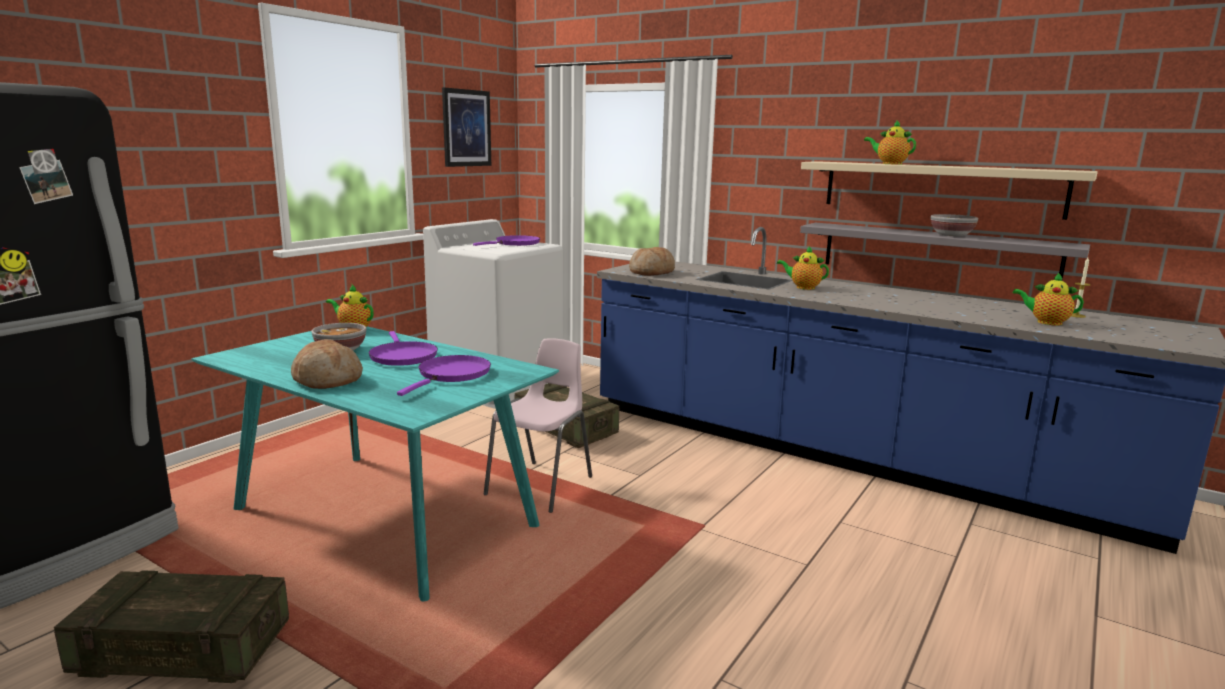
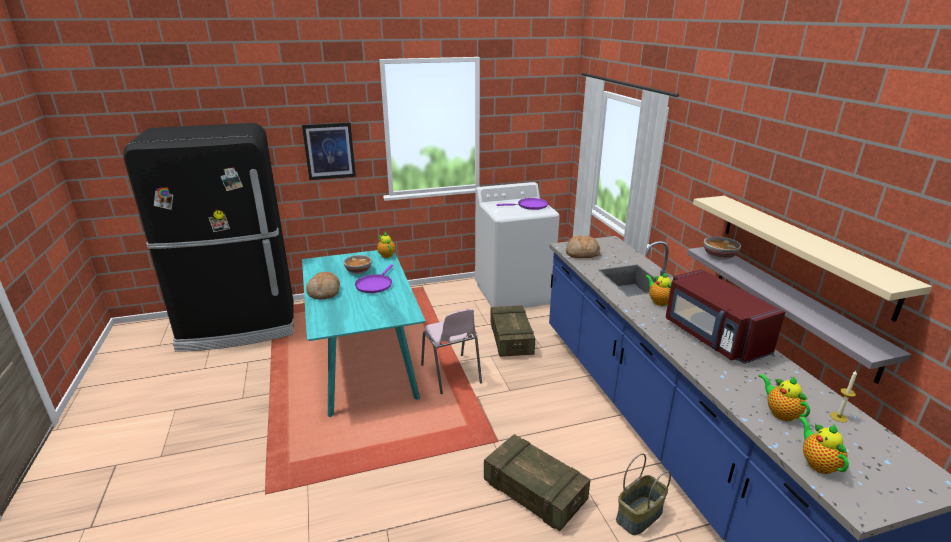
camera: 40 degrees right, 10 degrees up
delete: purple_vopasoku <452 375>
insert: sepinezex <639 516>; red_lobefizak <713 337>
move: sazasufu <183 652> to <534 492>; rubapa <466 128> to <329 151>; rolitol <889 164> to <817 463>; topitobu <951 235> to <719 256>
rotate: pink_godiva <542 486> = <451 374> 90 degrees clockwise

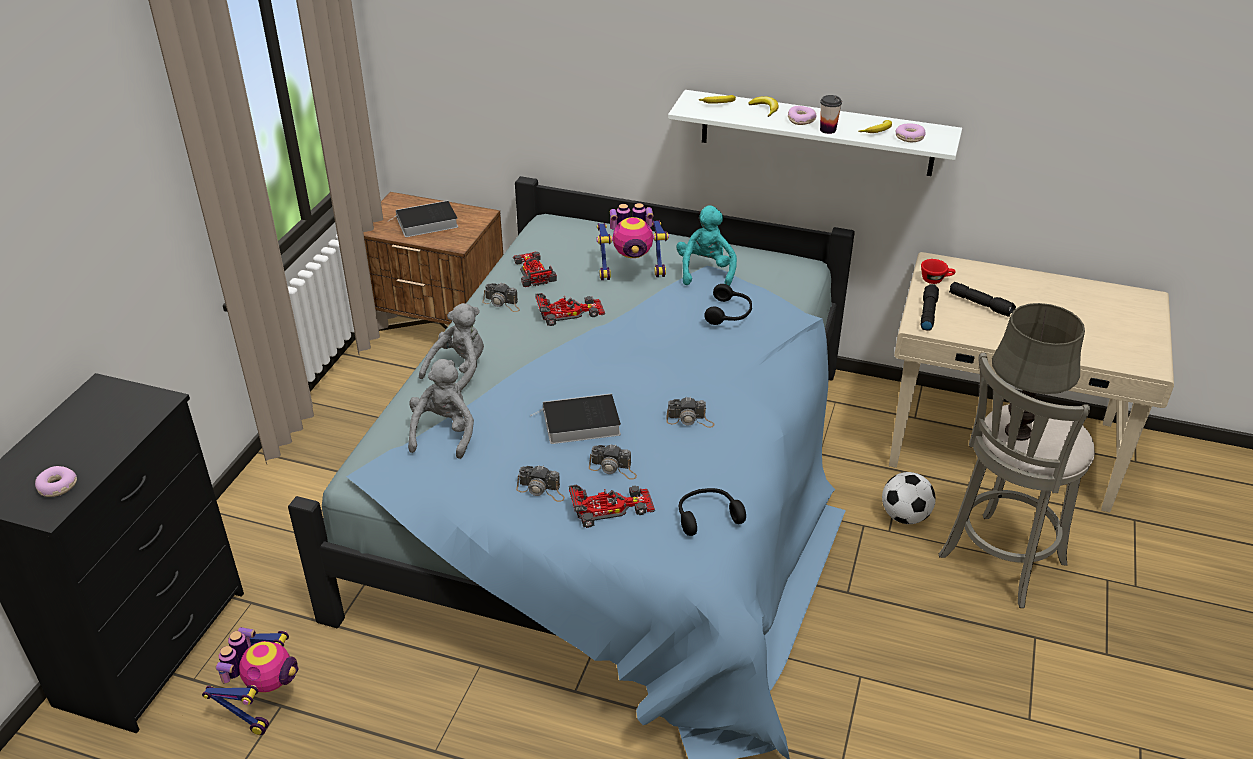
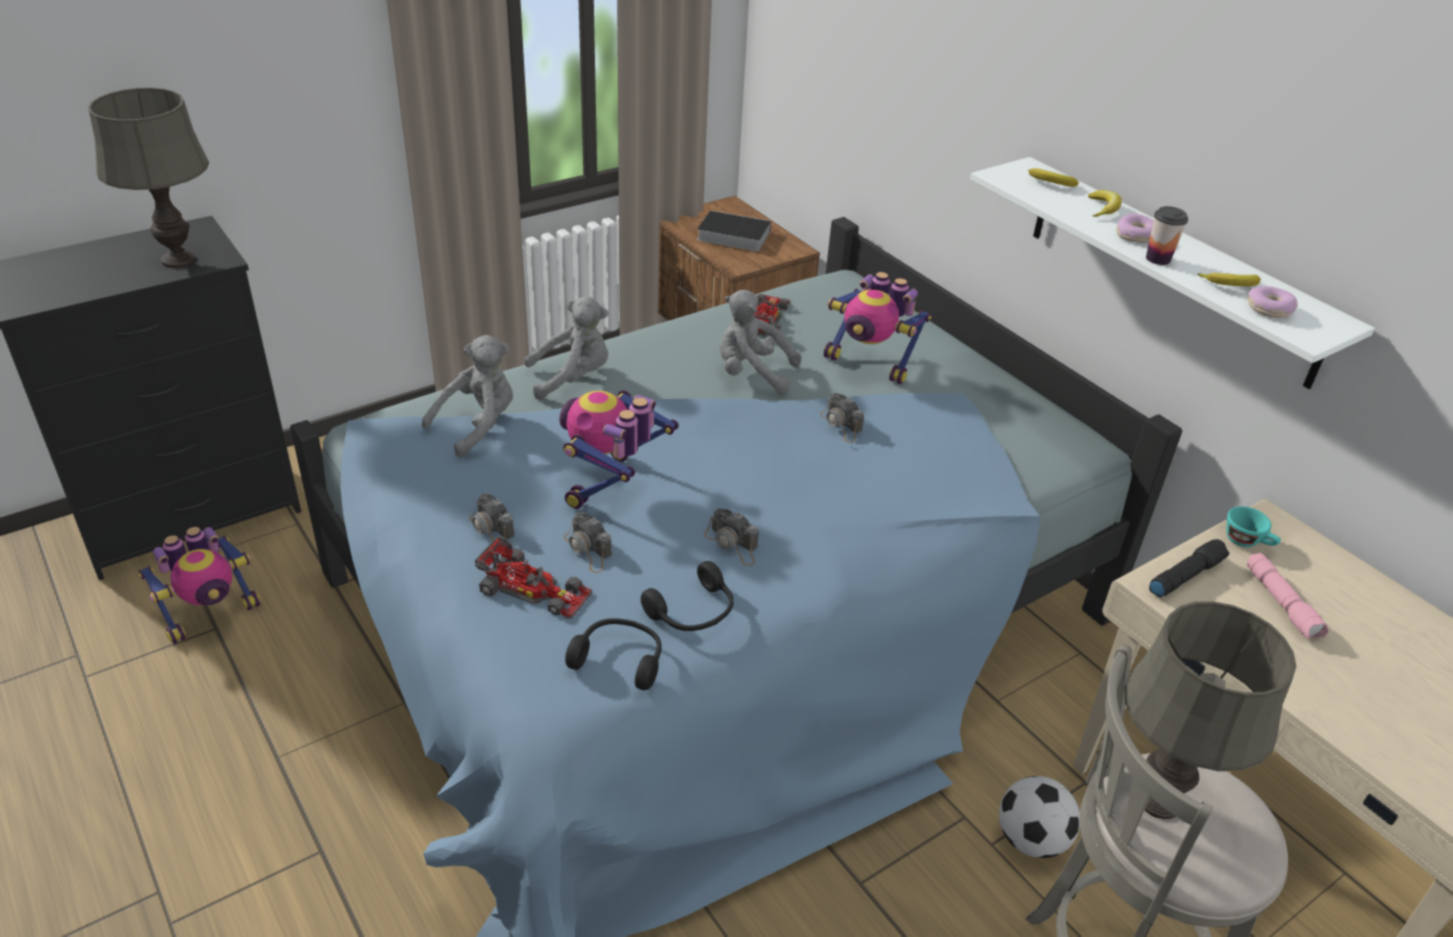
camera: 35 degrees right, 0 degrees up
delete: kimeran <57 487>; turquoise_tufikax <705 271>
insert: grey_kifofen <179 260>
move: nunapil <502 303> to <841 425>; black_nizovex <729 313> to <693 613>
replace: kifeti <579 424> to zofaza <612 485>; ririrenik <570 312> to grey_tufikax <752 374>
recolor: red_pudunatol <936 280> to turquoise_pudunatol <1247 542>; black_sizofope <981 304> to pink_sizofope <1282 604>

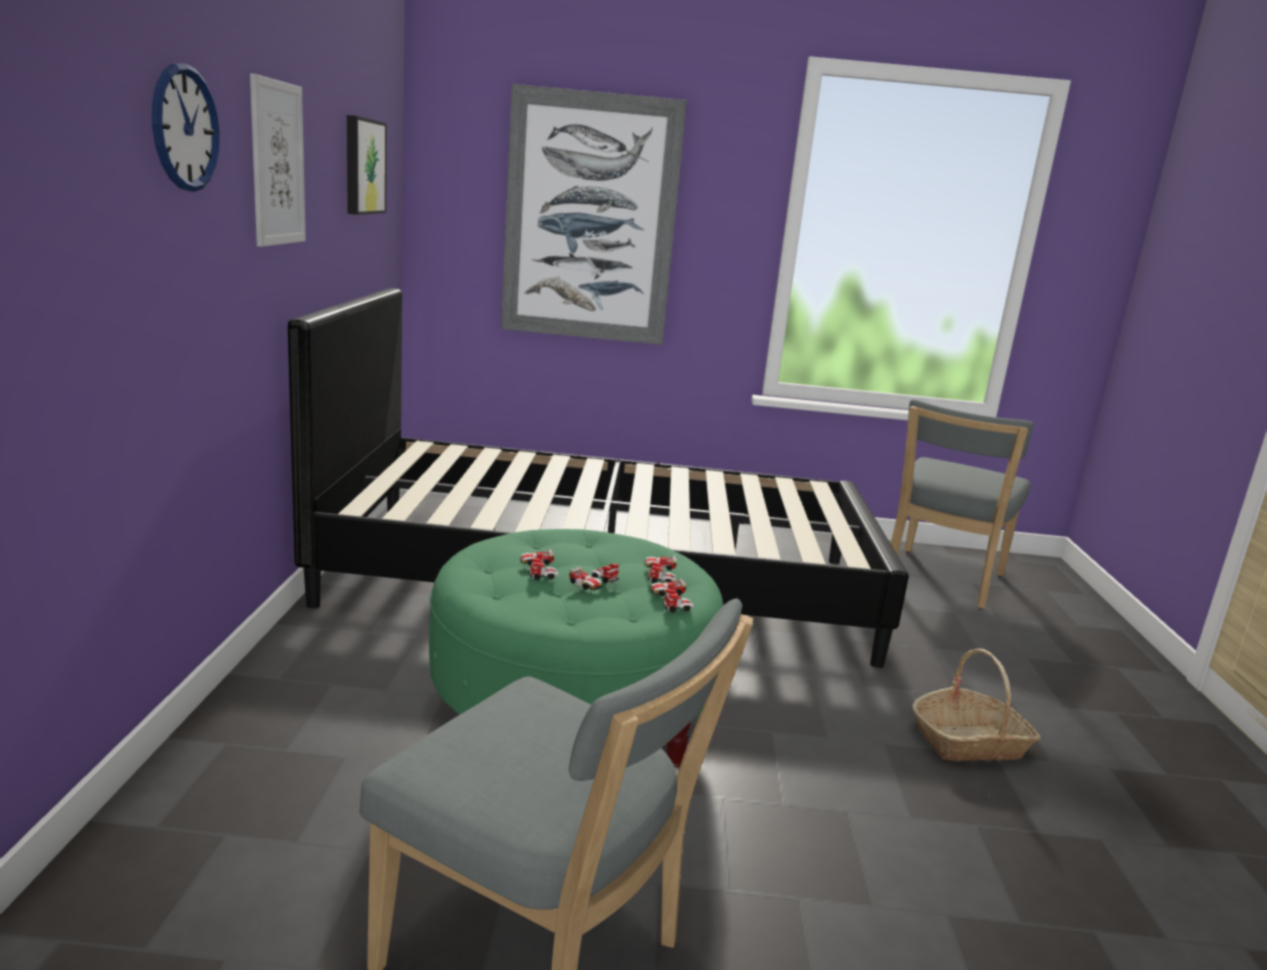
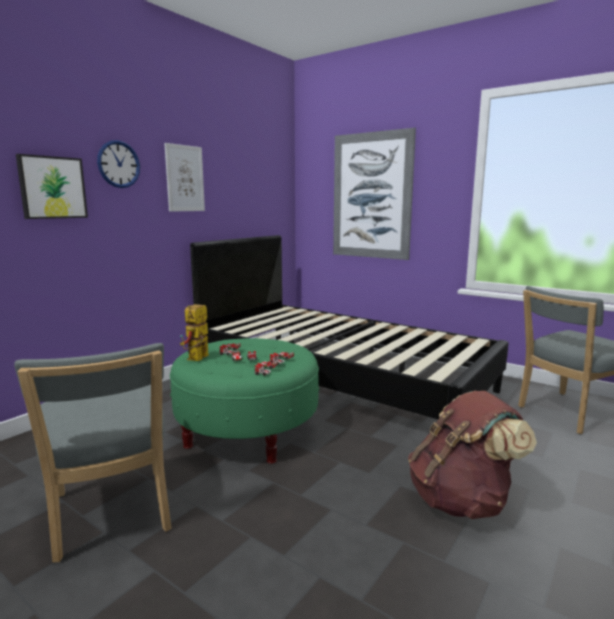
camera: 35 degrees right, 5 degrees down
insert: zofaza <197 359>
move: rubapa <362 166> to <52 187>
replace: sepinezex <969 742> to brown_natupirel <461 500>

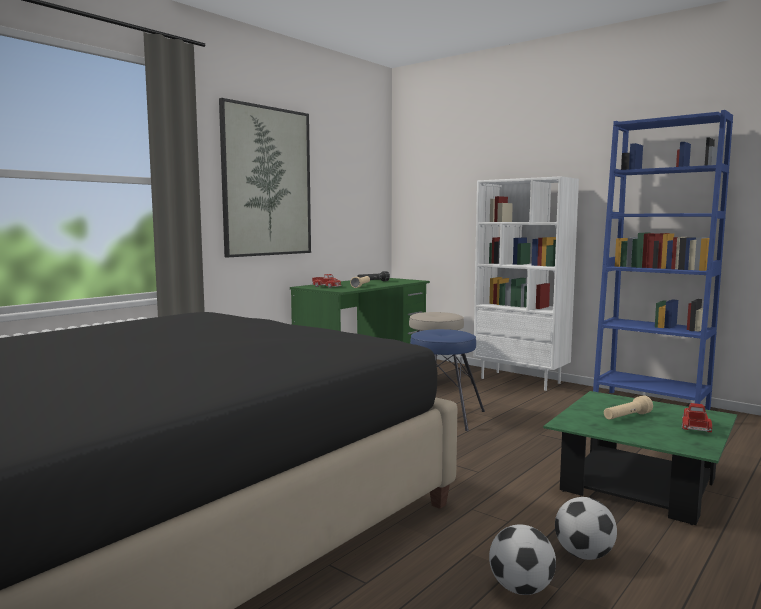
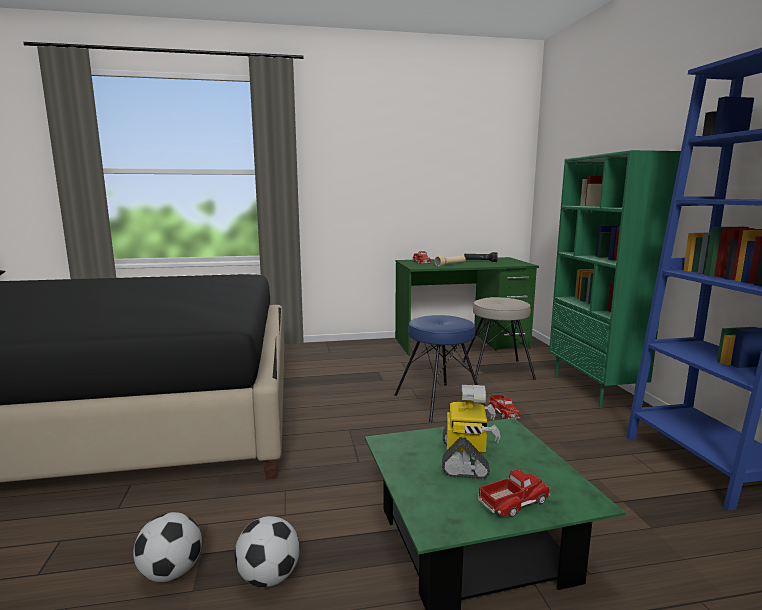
camera: 40 degrees right, 5 degrees up
delete: rubapa <267 182>
insert: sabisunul <504 412>
replace: beige_sizofope <626 417> to zofaza <466 459>
recolor: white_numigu <521 380> to green_numigu <594 389>

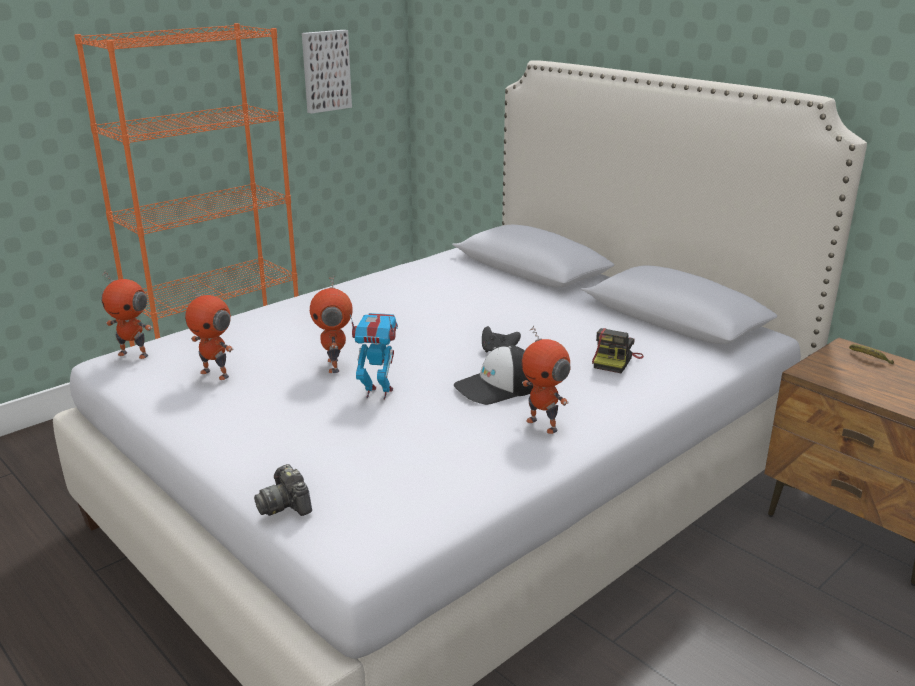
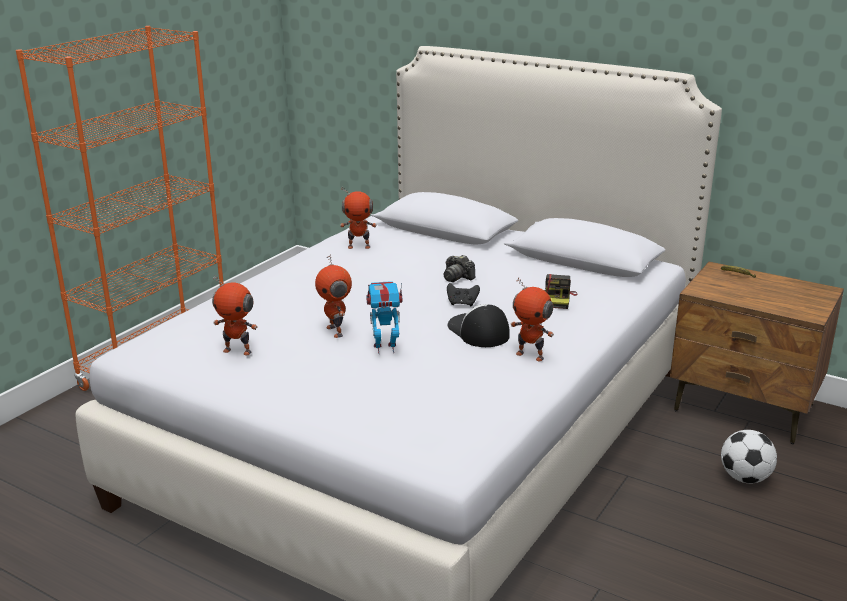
camera: 15 degrees left, 0 degrees up
delete: rubapa <325 71>
insert: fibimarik <745 478>
move: zofaza <134 354> to <359 246>; nunapil <285 505> to <457 277>
rotate: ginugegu <497 387> = <478 331> 105 degrees clockwise

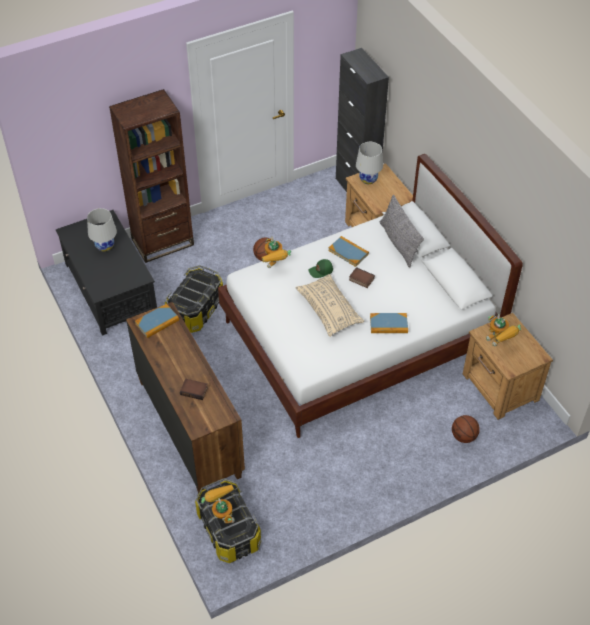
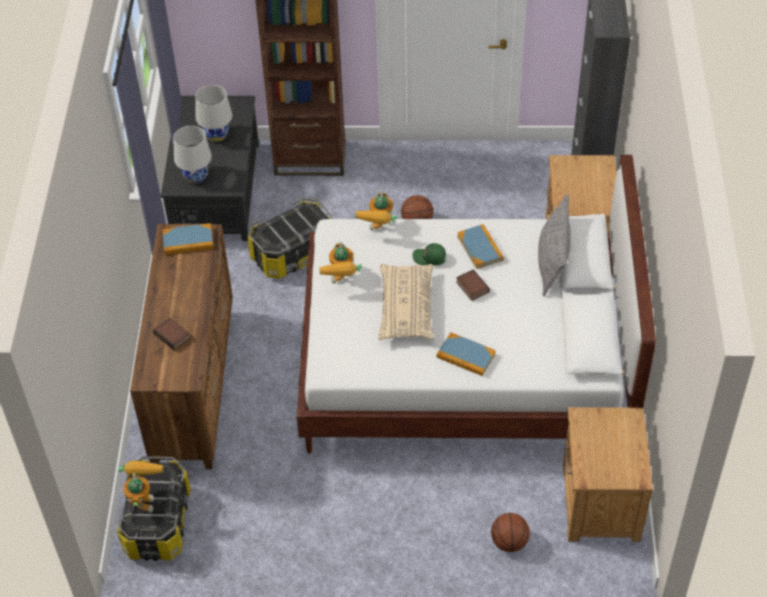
camera: 30 degrees right, 0 degrees up
move: white_kifofen <368 179> to <196 176>; zofaza <499 343> to <341 281>

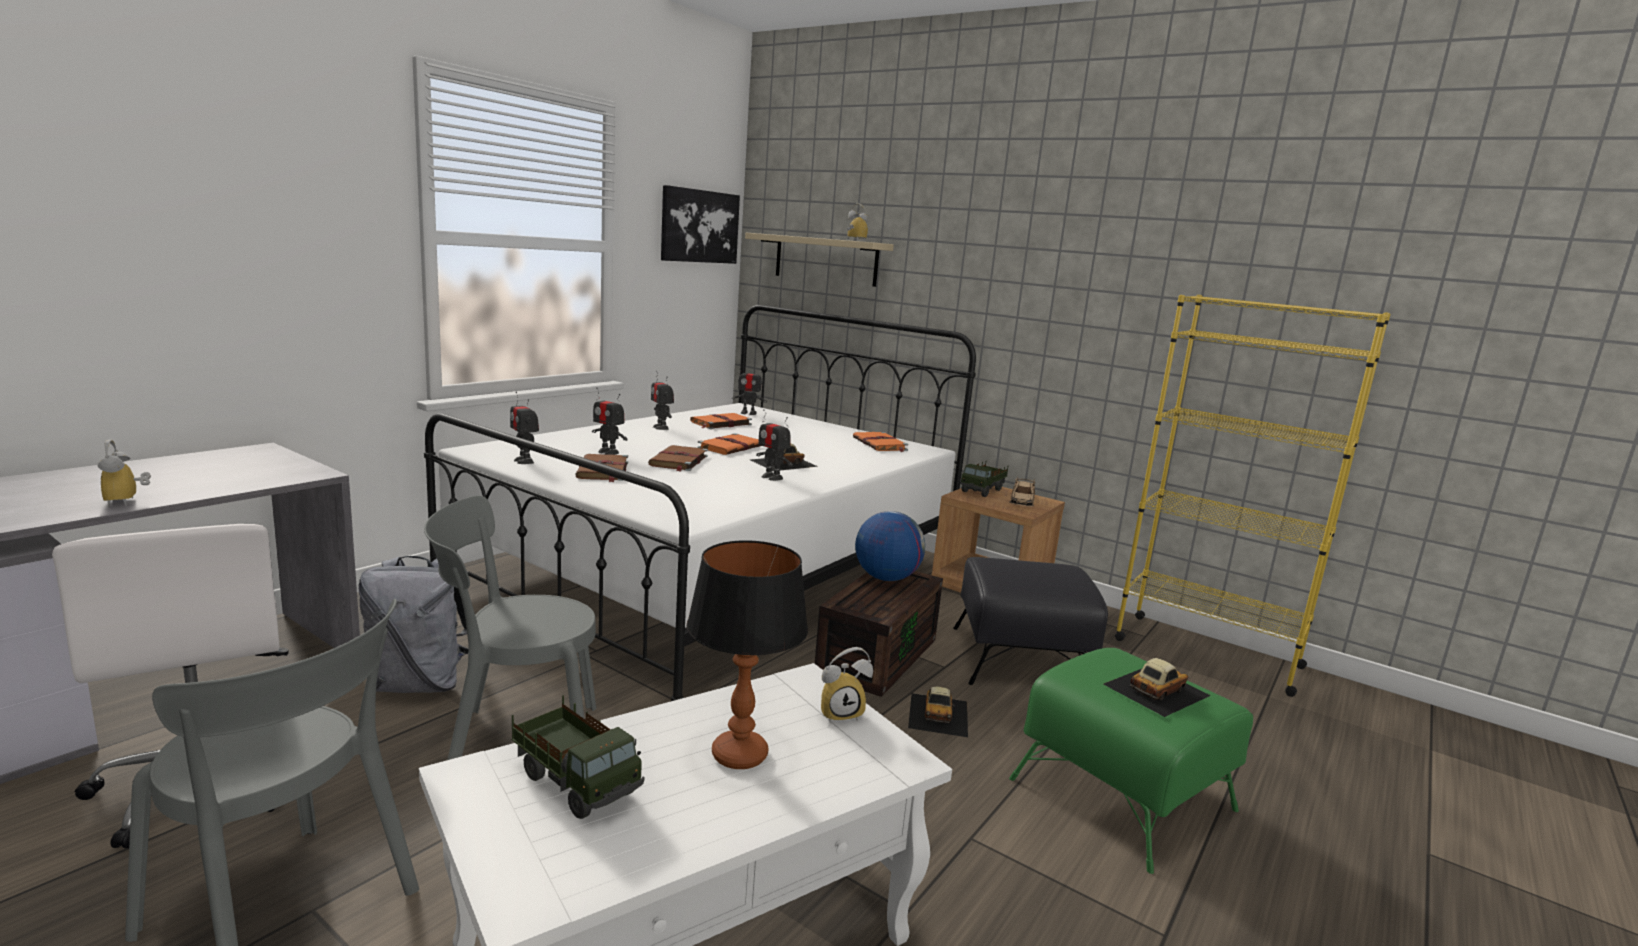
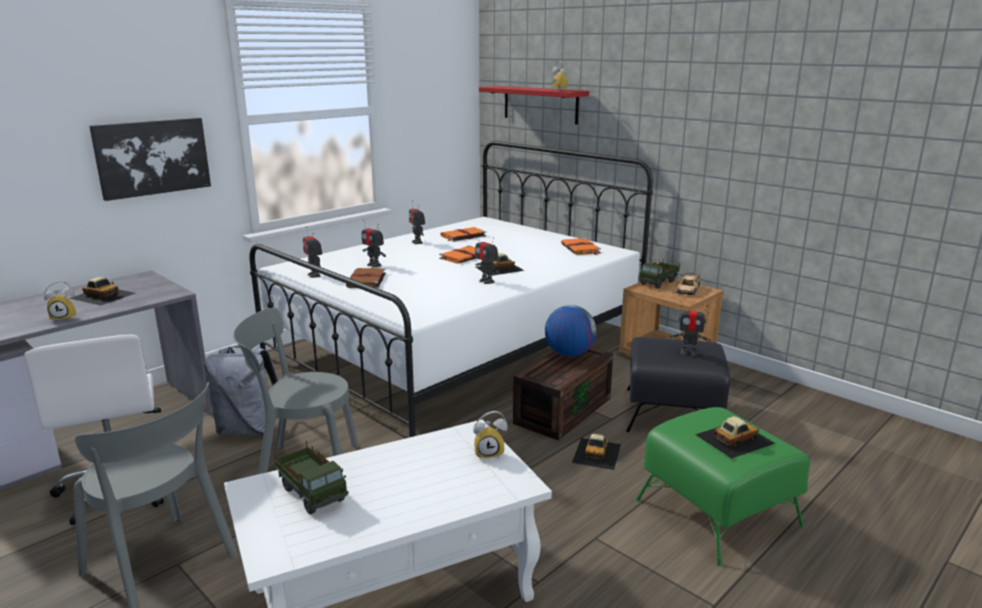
camera: 10 degrees right, 5 degrees up
delete: brown_kifeti <678 461>; kifofen <740 755>; yellow_numigu <1206 653>
insert: ririrenik <102 295>
move: rubapa <699 226> to <152 157>; zofaza <748 413> to <689 352>
recolor: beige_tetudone <826 260> to red_tetudone <540 104>
rotate: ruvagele <128 501> = <65 318> 90 degrees counterclockwise

